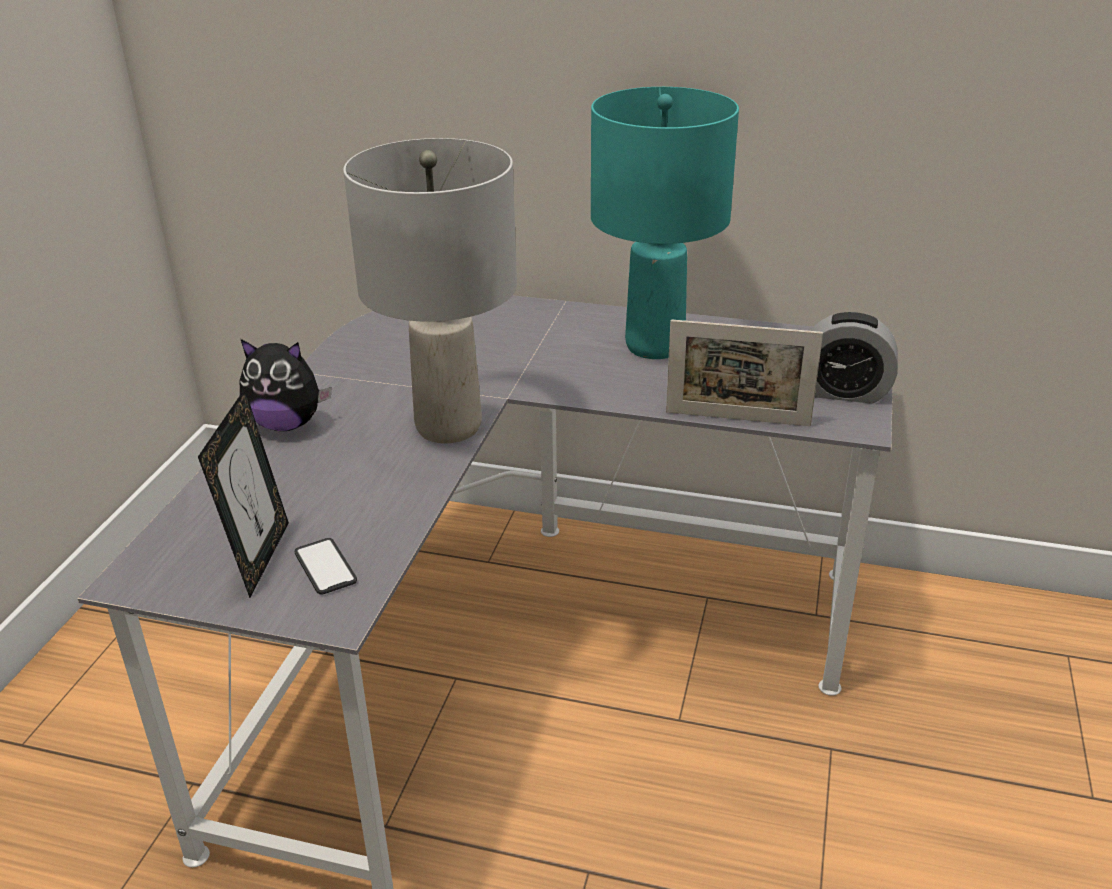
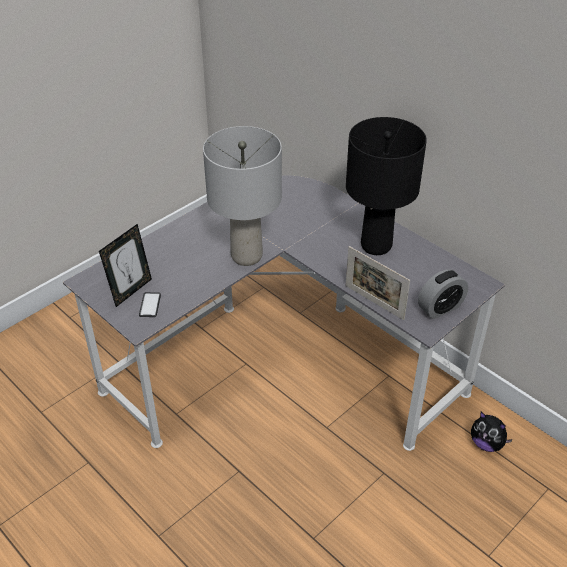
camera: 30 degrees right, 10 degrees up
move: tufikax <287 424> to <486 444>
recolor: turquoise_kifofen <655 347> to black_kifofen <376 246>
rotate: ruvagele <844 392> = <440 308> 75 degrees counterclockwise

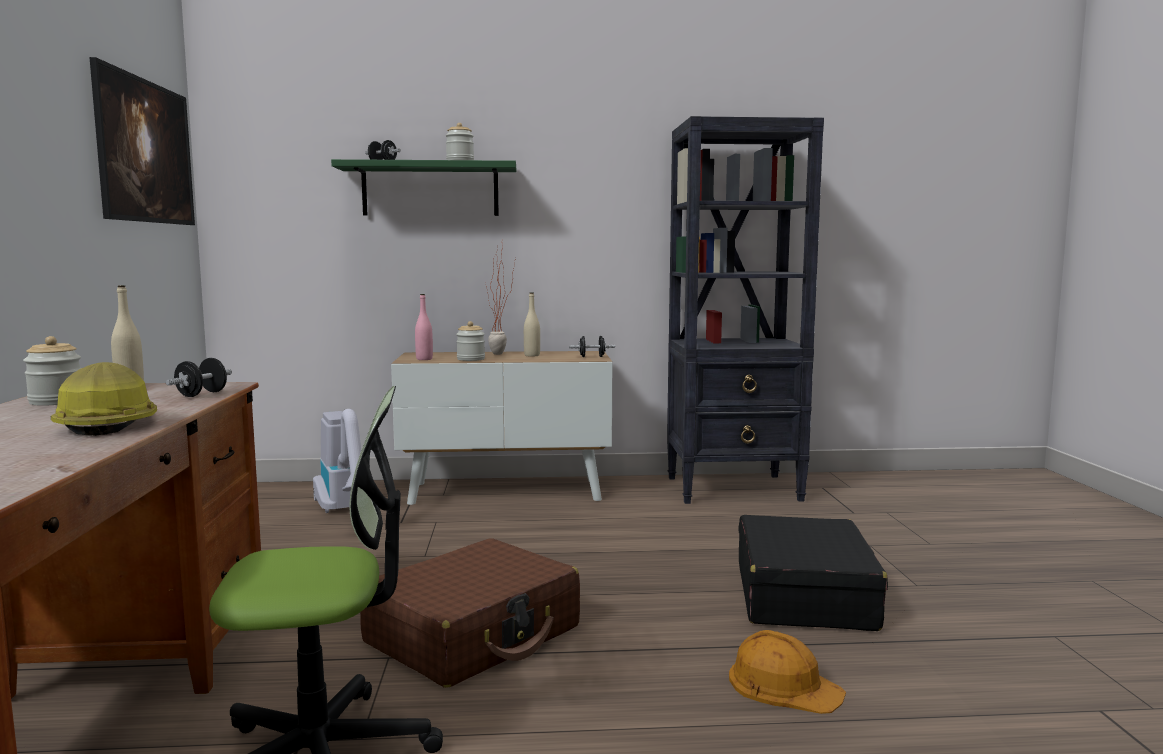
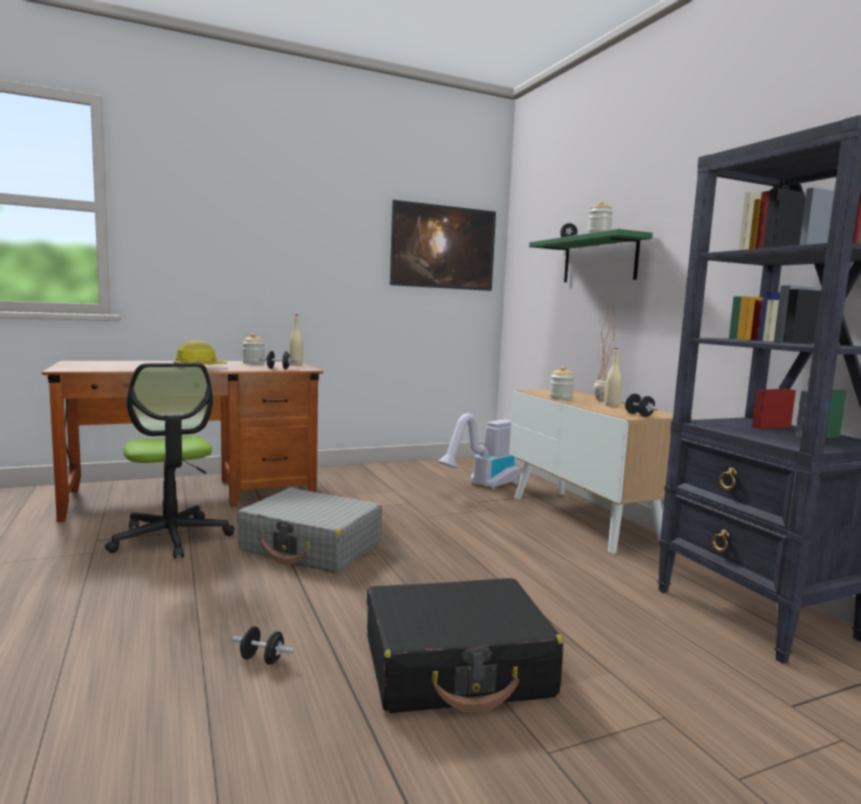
camera: 70 degrees right, 0 degrees up
delete: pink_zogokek <424 359>
replace: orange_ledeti <783 685> to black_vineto <262 659>
recolor: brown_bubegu <474 635> to grey_bubegu <311 547>

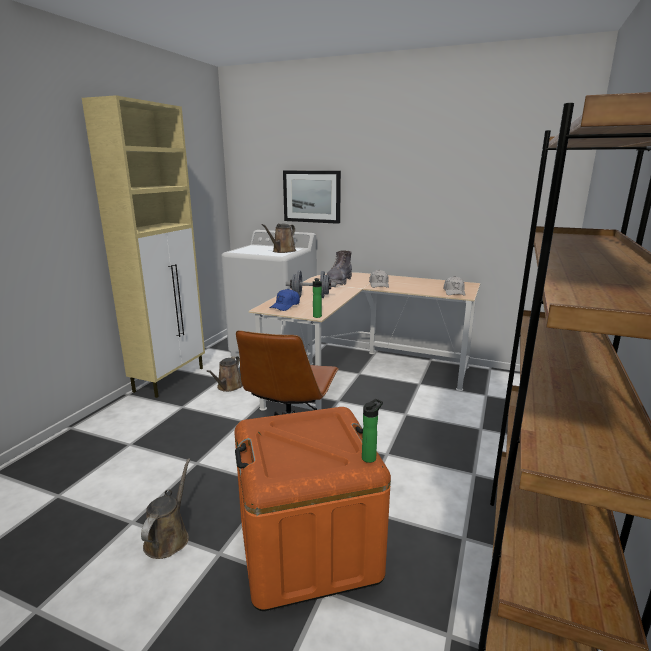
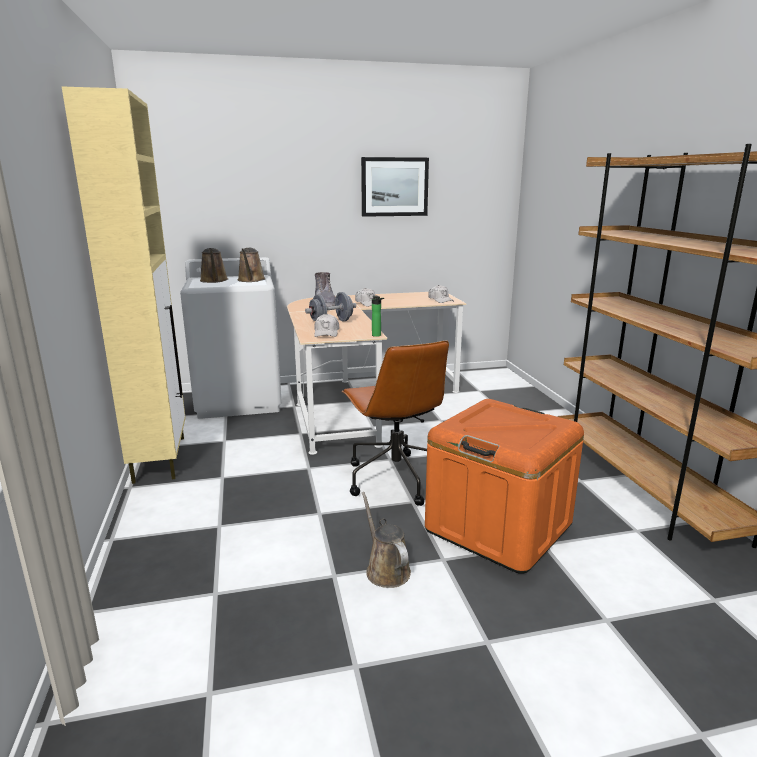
camera: 35 degrees left, 0 degrees up
delete: zogokek <370 457>
move: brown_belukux <228 387> to <214 280>; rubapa <312 196> to <394 187>
recolor: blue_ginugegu <285 306> to white_ginugegu <326 333>

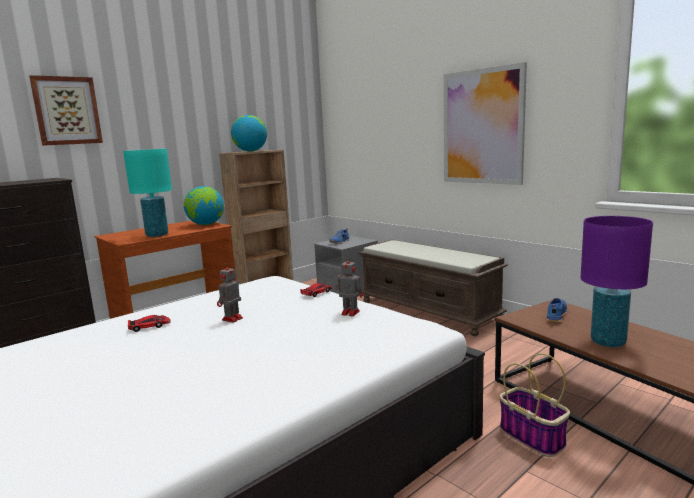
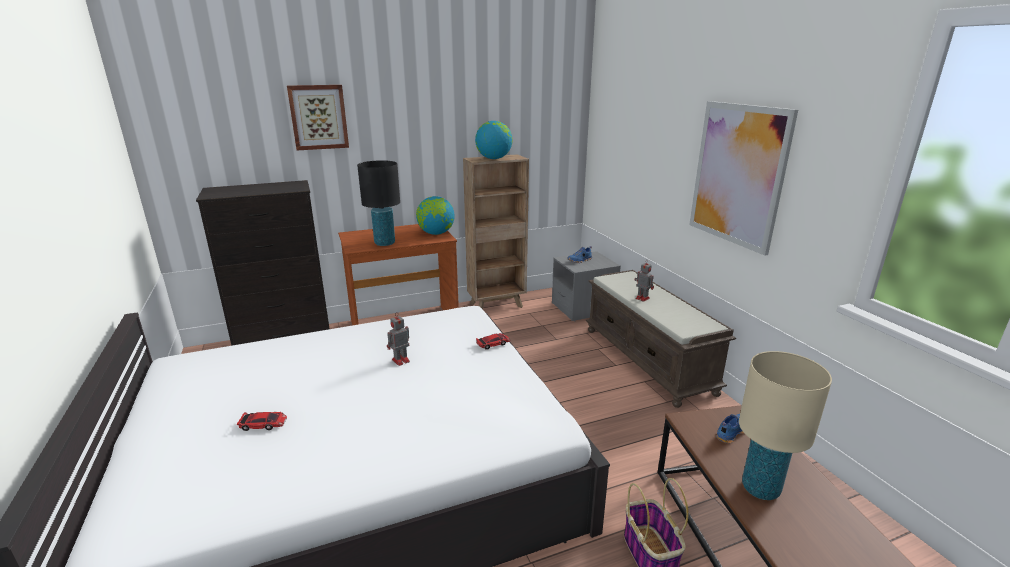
camera: 20 degrees right, 10 degrees up
move: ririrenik <149 326> to <263 424>; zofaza <349 312> to <642 298>
recolor: turquoise_kifofen <157 235> to black_kifofen <384 243>; purple_kifofen <608 342> to beige_kifofen <760 489>

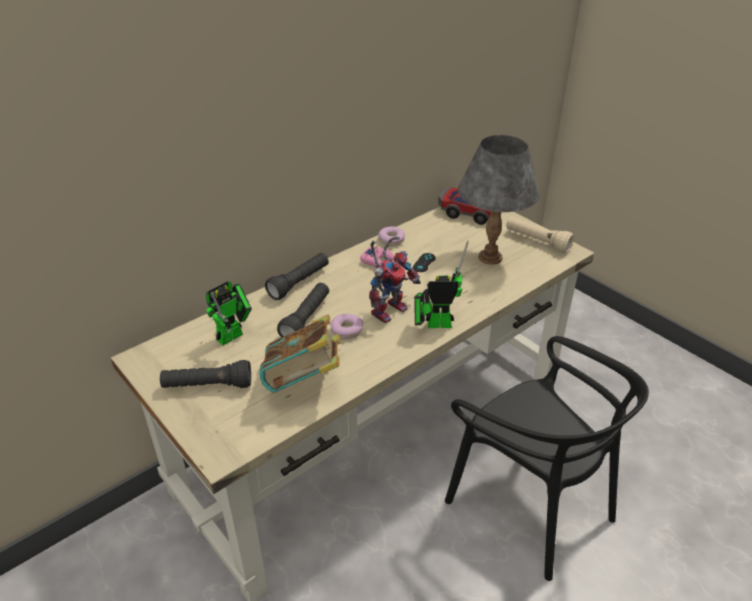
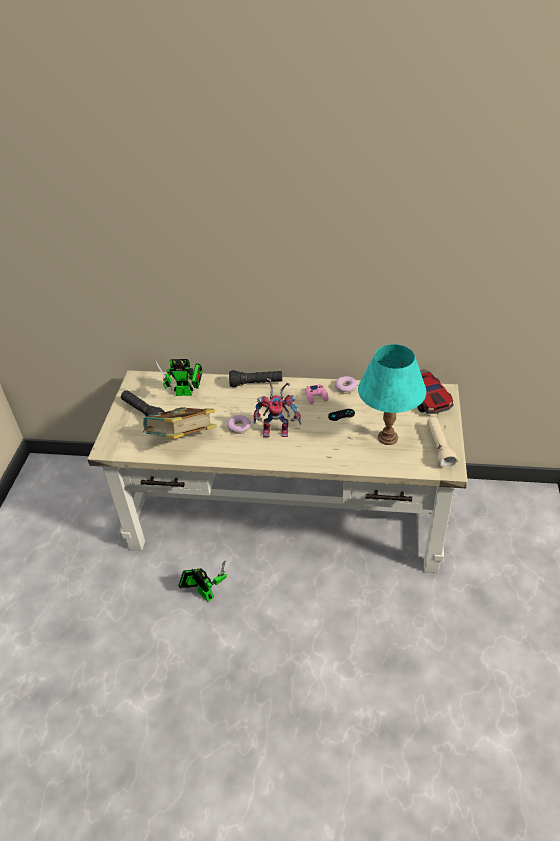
camera: 50 degrees right, 5 degrees up
delete: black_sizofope <306 319>; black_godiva <530 505>
move: zofaza <435 324> to <204 592>
recolor: grey_kifofen <489 257> to turquoise_kifofen <387 437>

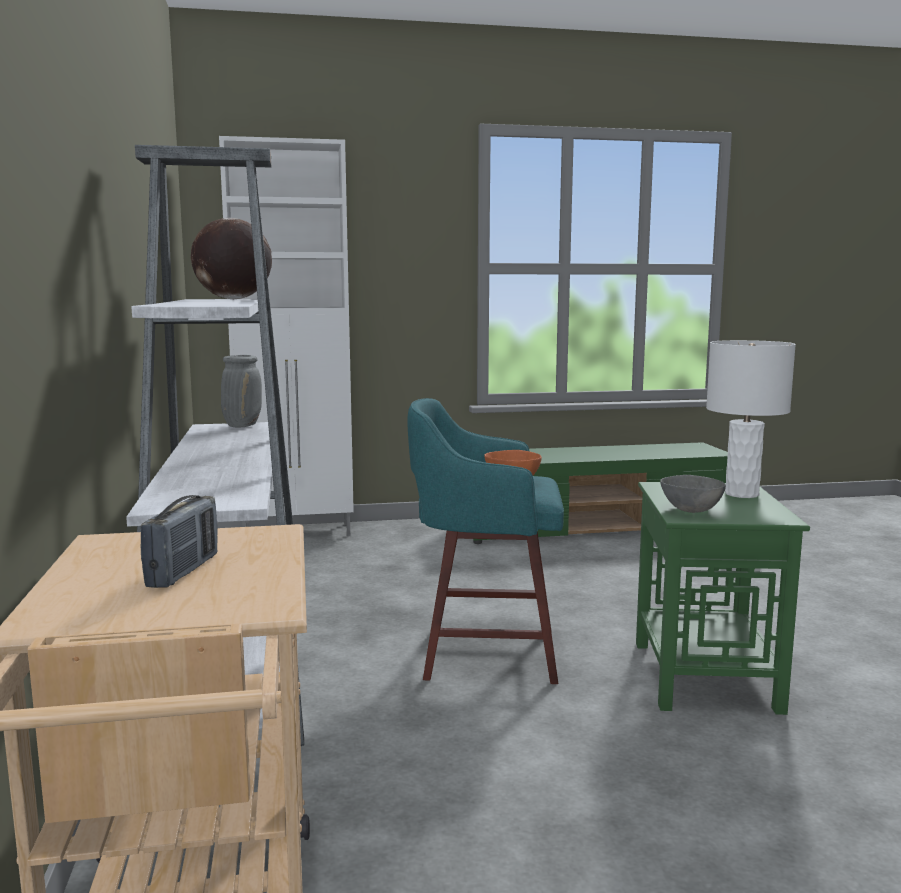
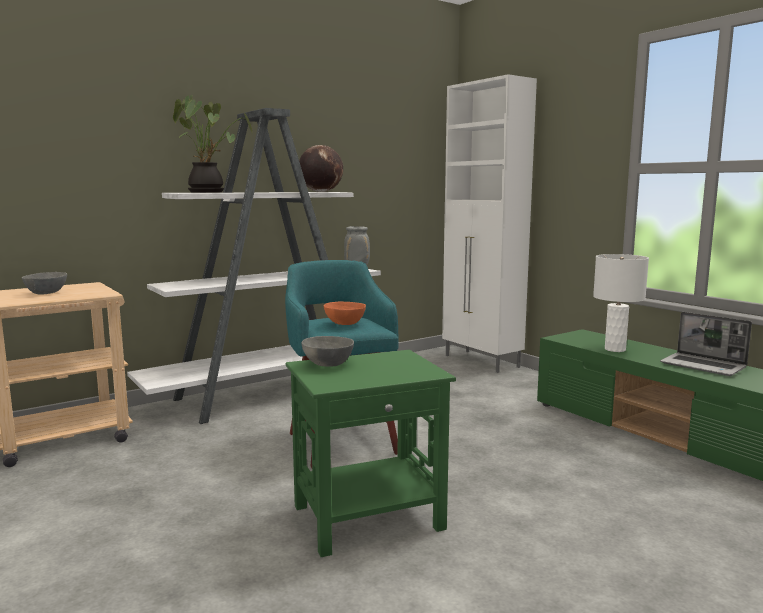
camera: 65 degrees right, 0 degrees up
insert: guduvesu <209 192>; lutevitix <704 366>
move: white_kifofen <742 494> to <615 349>
replace: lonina <183 571> to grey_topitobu <47 293>

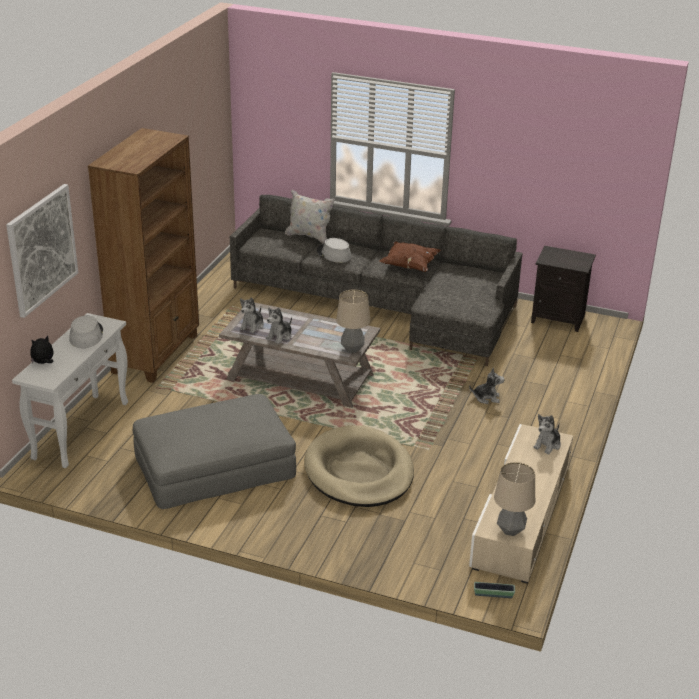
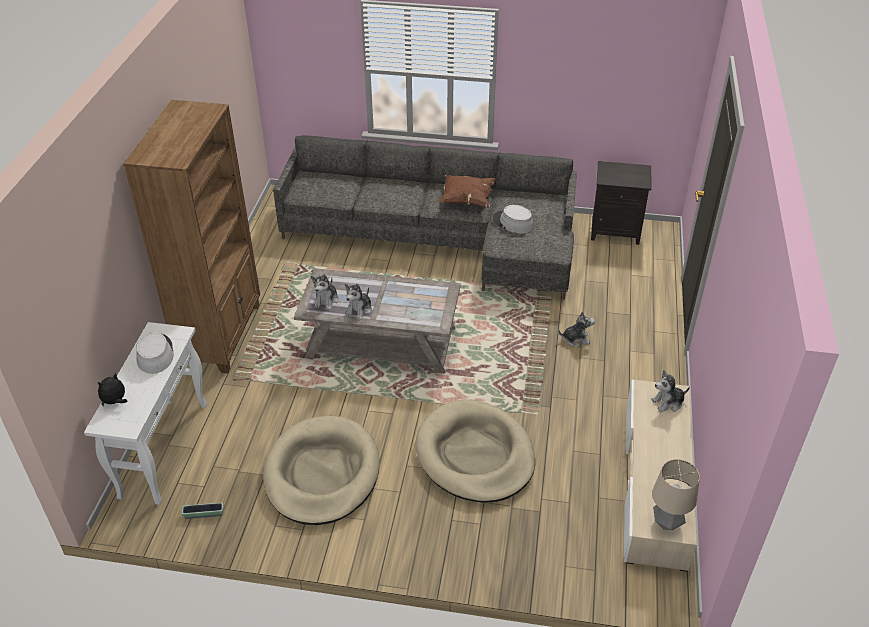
camera: 10 degrees left, 10 degrees up
delete: rubapa <42 249>; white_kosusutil <309 236>; kifofen <352 349>
move: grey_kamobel <333 254> to <512 223>; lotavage <493 594> to <204 514>
replace: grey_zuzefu <215 466> to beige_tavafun <322 473>
rotate: tufikax <547 445> = <668 402> 45 degrees clockwise

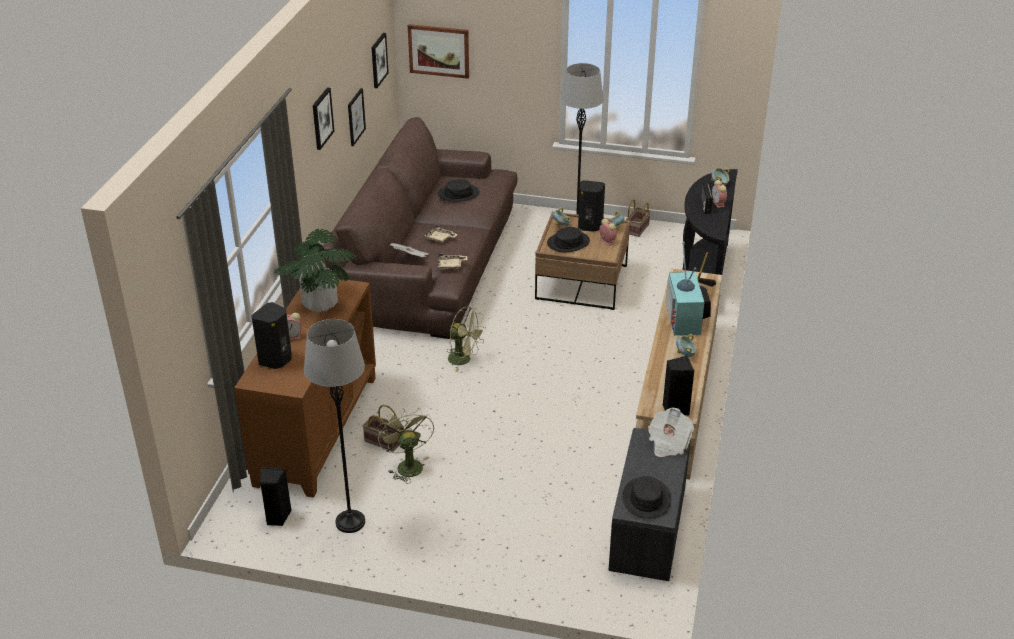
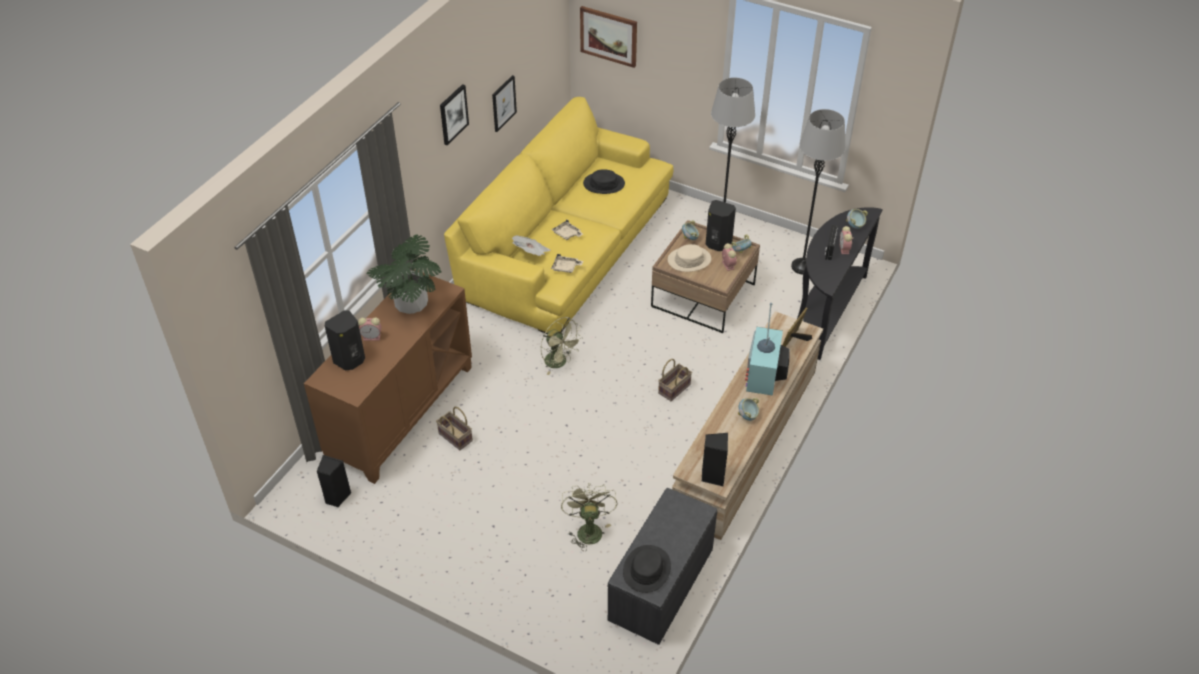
camera: 15 degrees right, 10 degrees up
delete: rubapa <378 60>; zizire <668 443>
move: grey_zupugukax <350 522> to <802 267>; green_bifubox <407 465> to <588 529>; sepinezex <637 228> to <674 388>
recolor: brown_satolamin <429 262> to yellow_satolamin <566 246>; black_kamobel <568 242> to beige_kamobel <689 260>

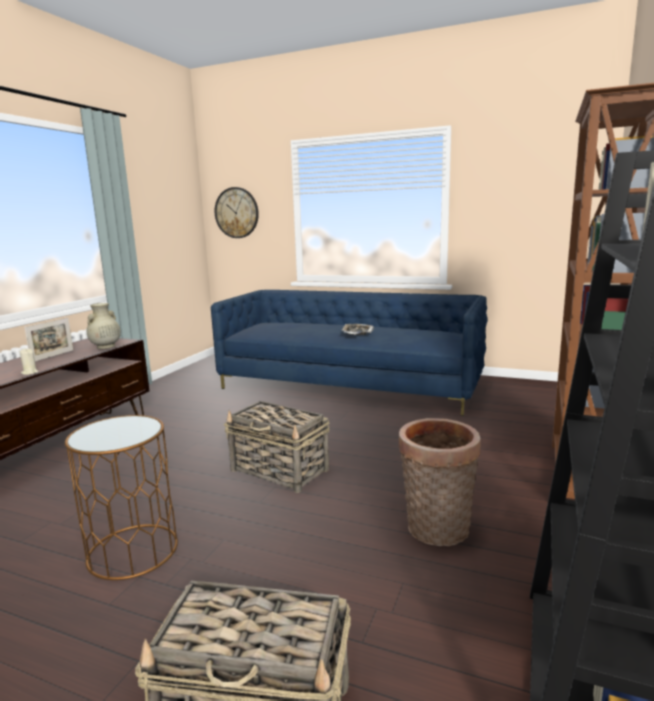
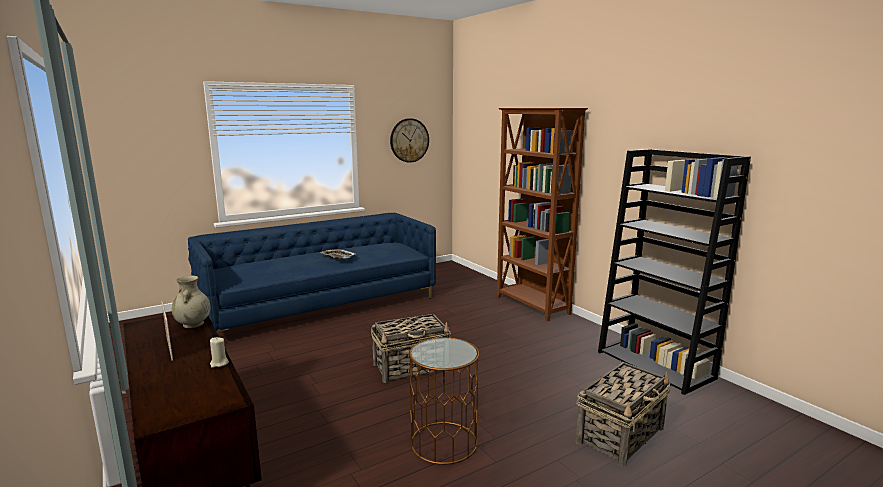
camera: 55 degrees left, 0 degrees up
delete: sepinezex <436 531>
move: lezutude <236 213> to <409 140>

